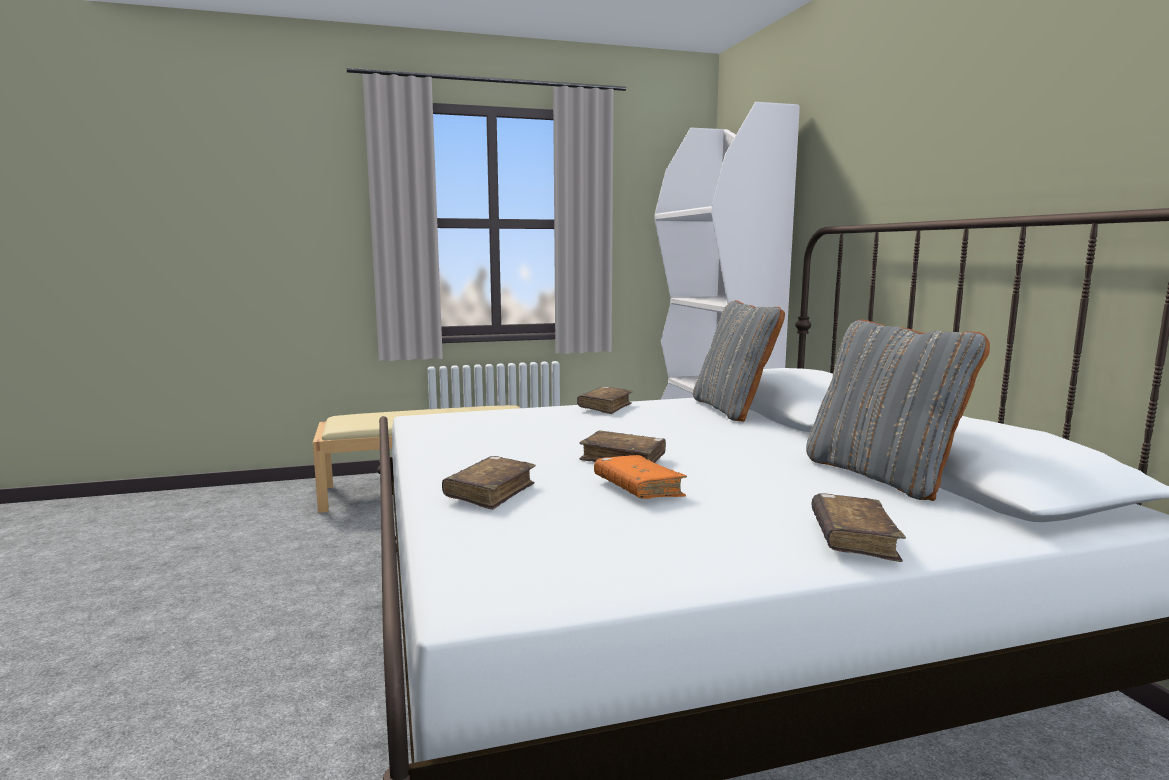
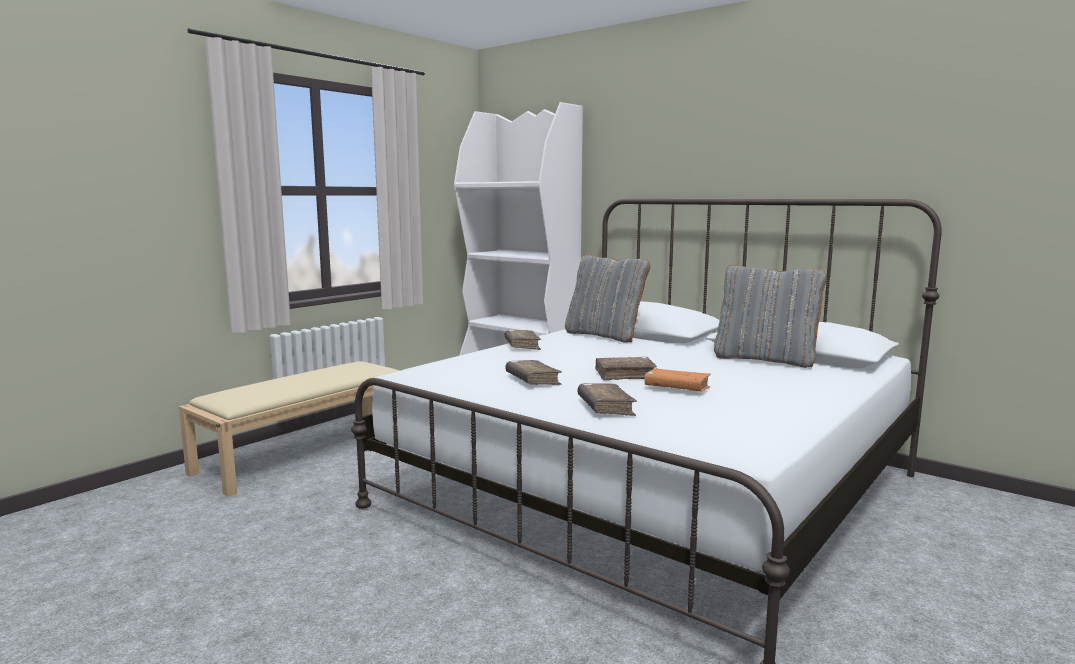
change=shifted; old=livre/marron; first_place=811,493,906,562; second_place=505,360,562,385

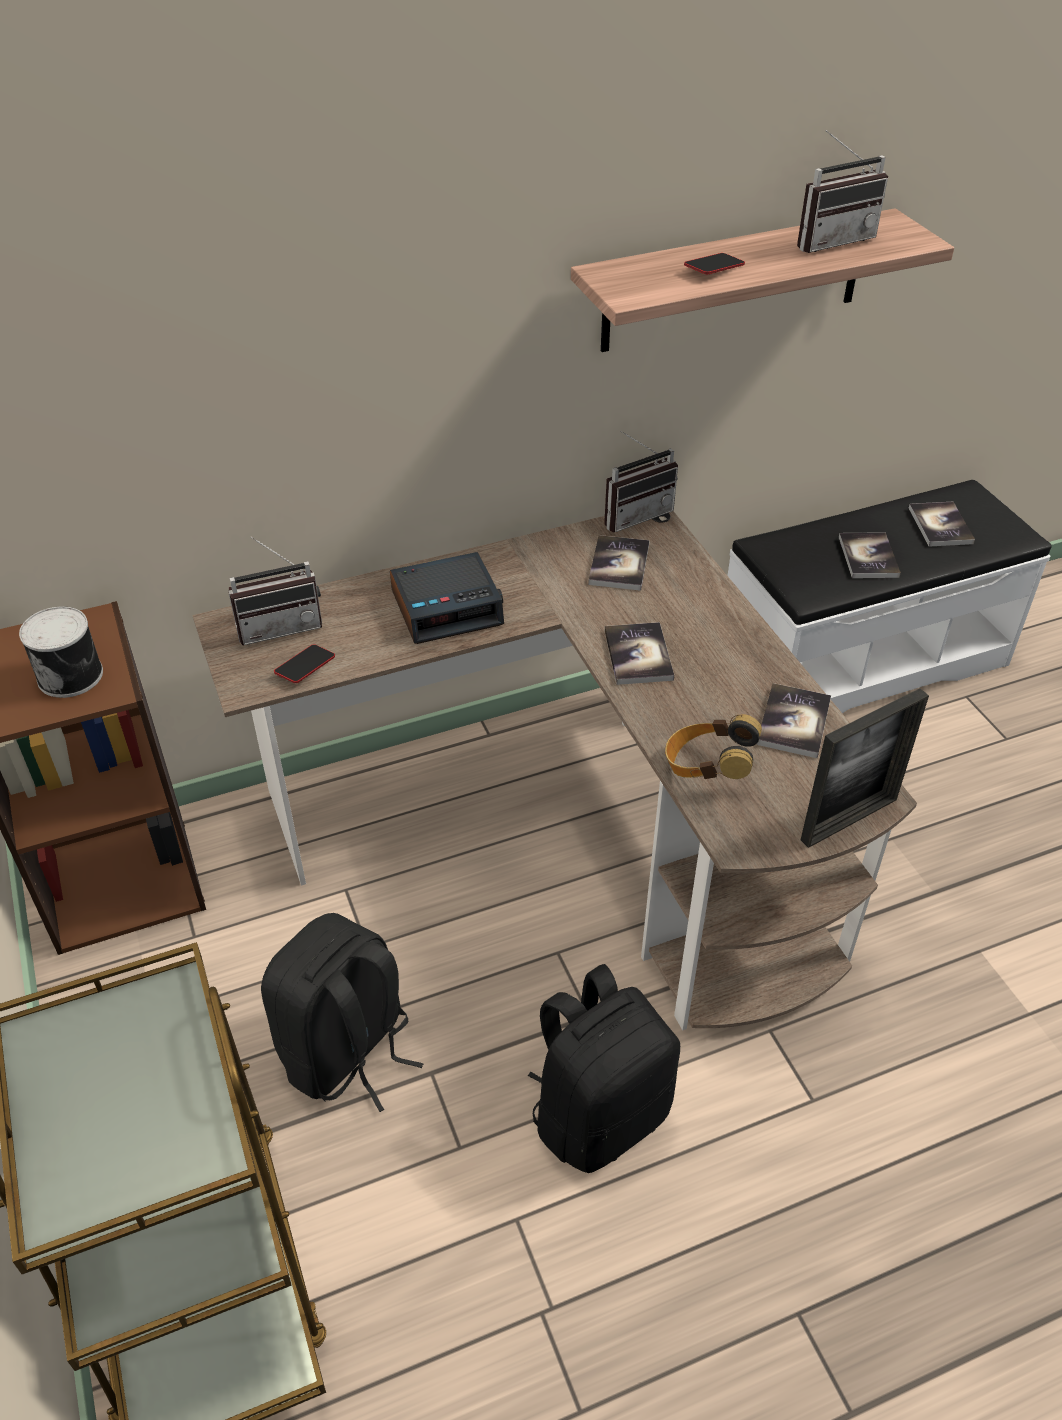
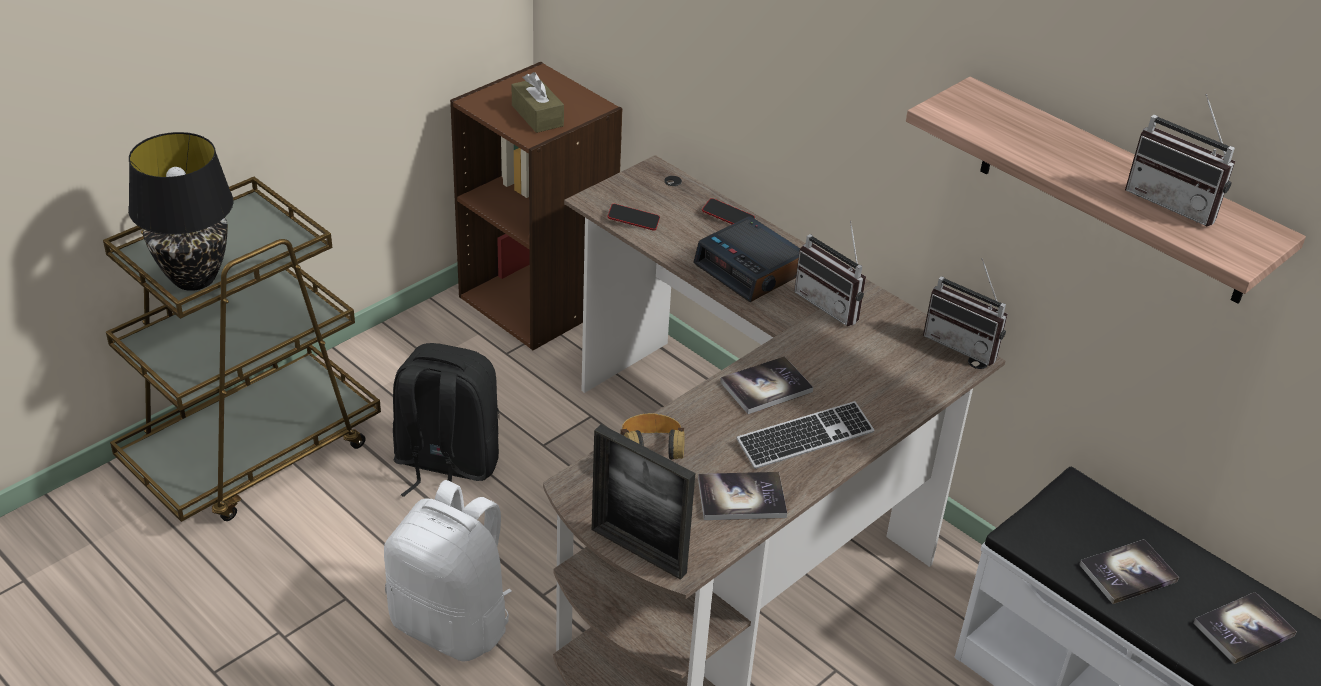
change=swapped; old=boîte métallique; new=boîte à mouchoirs/marron; first_place=19,606,103,698; second_place=512,72,564,133
change=shifted; old=radio; first_place=228,537,322,645; second_place=794,221,866,326
change=repainted; old=sac à dos/noir; new=sac à dos/blanc; first_place=528,964,680,1173; second_place=384,480,512,662
change=gone; old=livre; first_place=588,535,650,591
change=shifted; old=téléphone; first_place=684,253,745,274; second_place=702,198,755,224
change=new; new=lampe de table/noir; second_place=128,132,234,291
change=new; new=clavier; second_place=736,401,875,469

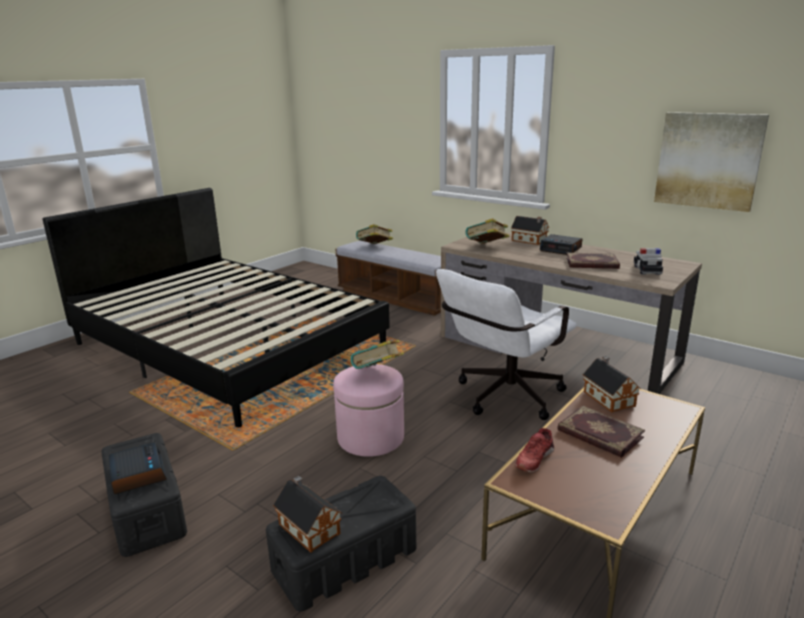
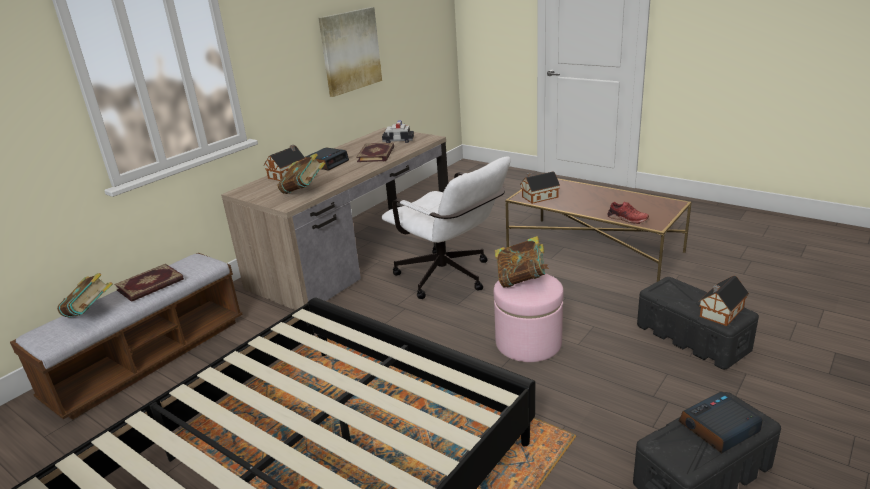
change=shifted; old=livre; first_place=557,406,645,458; second_place=114,264,184,302

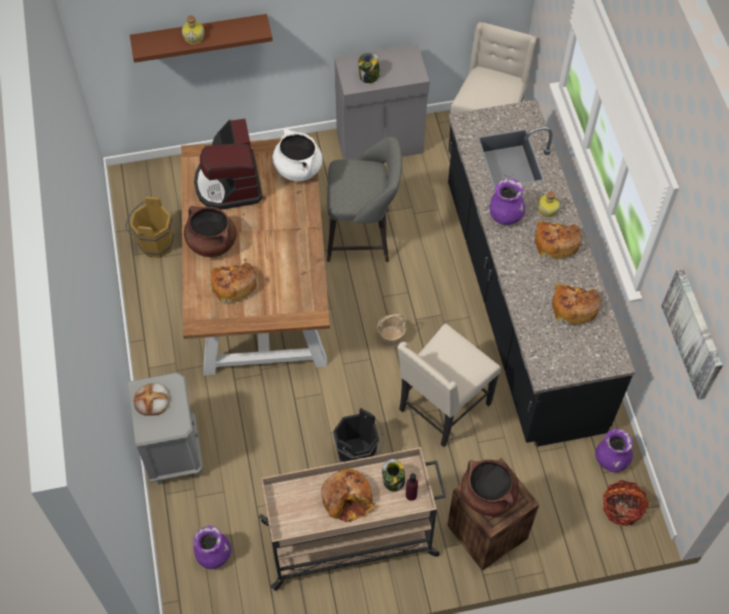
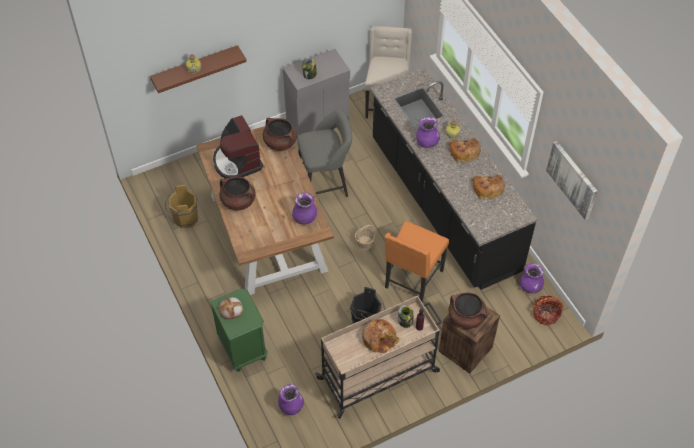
change=repainted; old=table de chevet/gris; new=table de chevet/vert; first_place=128,372,203,485; second_place=210,288,268,372
change=gone; old=pain; first_place=210,263,256,303
change=repainted; old=marmite/blanc; new=marmite/marron; first_place=272,129,323,181; second_place=263,118,297,151
change=repainted; old=chaise/beige; new=chaise/orange; first_place=398,323,501,447; second_place=385,221,449,302
change=new; new=vase/violet; second_place=292,192,317,225

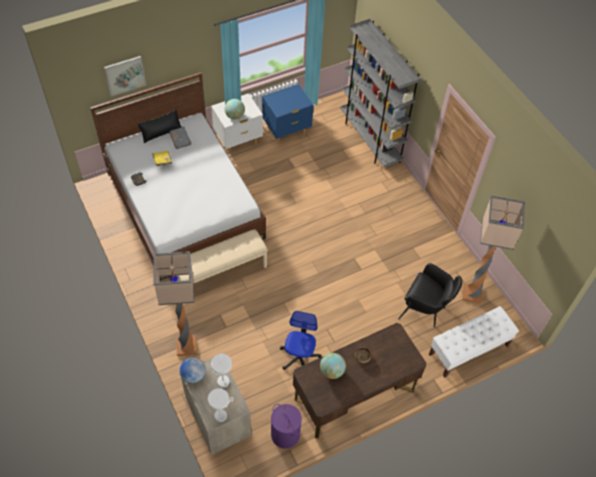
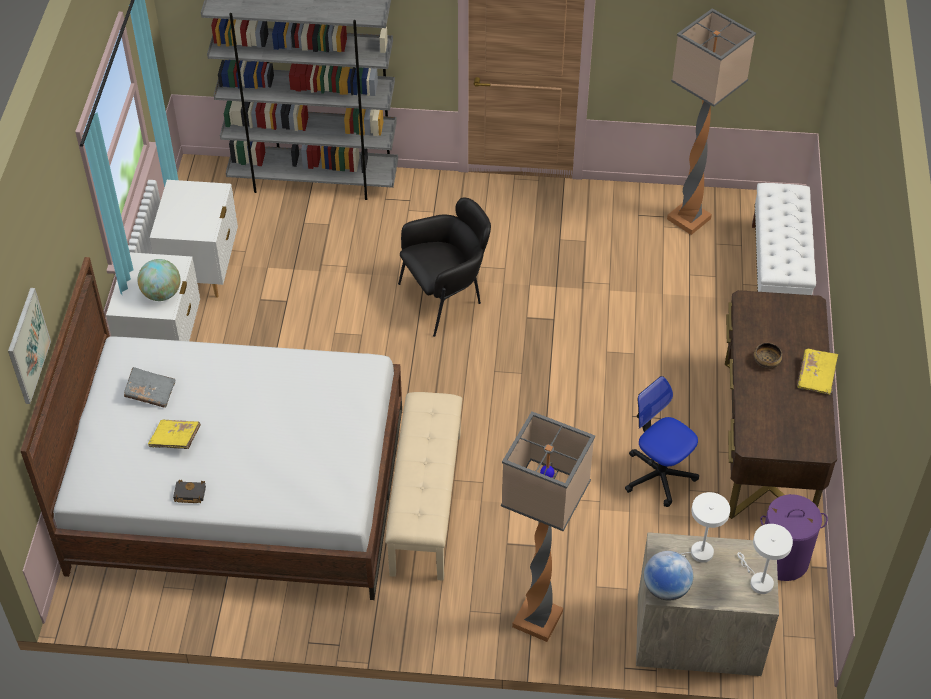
change=gone; old=coussin/noir; first_place=137,110,181,143
change=repainted; old=table de chevet/bleu; new=table de chevet/blanc; first_place=262,84,314,144; second_place=150,180,238,298
change=gone; old=globe; first_place=320,353,346,379
change=shifted; old=fauteuil/noir; first_place=398,263,462,327; second_place=398,197,491,337
change=new; new=livre/jaune; second_place=797,349,838,395

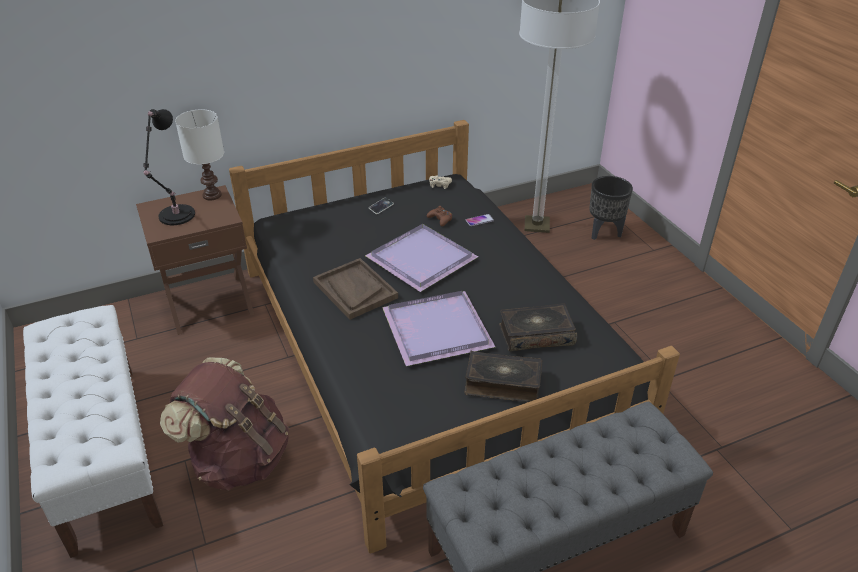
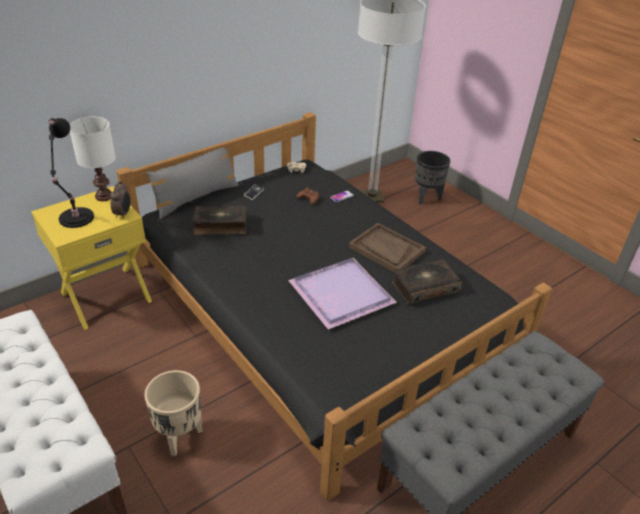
change=repainted; old=table de chevet/marron; new=table de chevet/jaune; first_place=136,185,254,335; second_place=31,186,152,330
change=swapped; old=sac à dos/marron; new=cache-pot/beige; first_place=160,358,289,491; second_place=144,370,202,456
change=shifted; old=plateau/marron; first_place=313,258,398,320; second_place=349,223,426,273
change=gone; old=plateau/violet; first_place=365,224,478,292
change=shifted; old=livre; first_place=464,351,542,402; second_place=192,205,247,235
change=new; new=réveil; second_place=110,182,131,219
change=new; new=coussin/gris; second_place=146,148,239,219

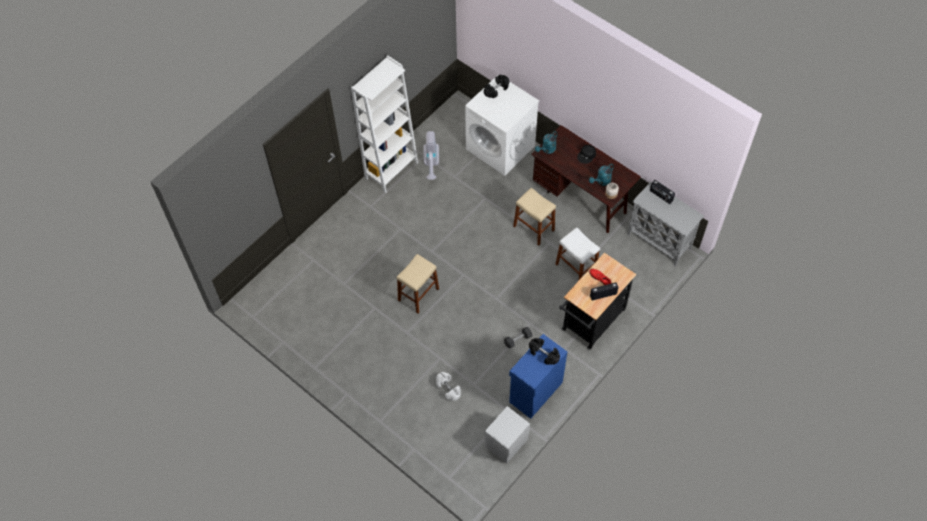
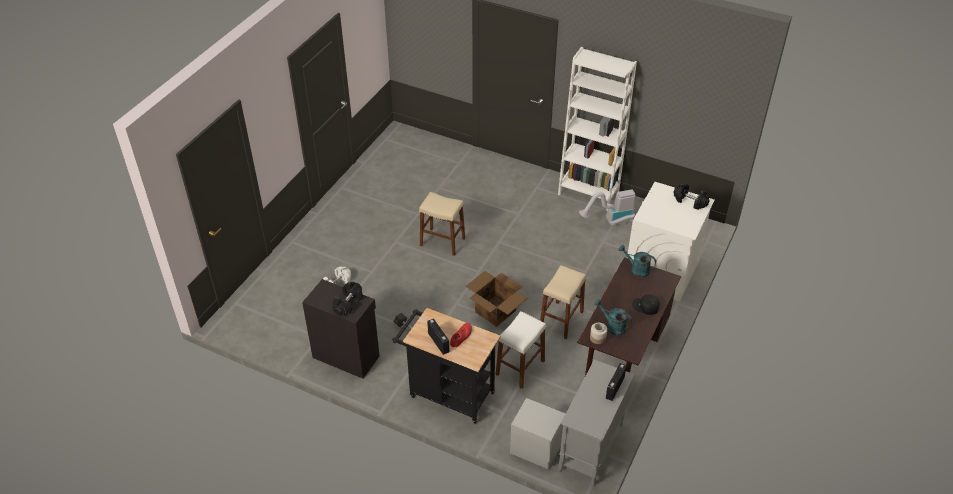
change=shifted; old=table de chevet/gris; first_place=485,406,530,464; second_place=510,398,566,469
change=repainted; old=meuble de rangement/bleu; new=meuble de rangement/noir; first_place=509,334,567,419; second_place=302,279,380,379
change=new; new=carton; second_place=466,271,527,327

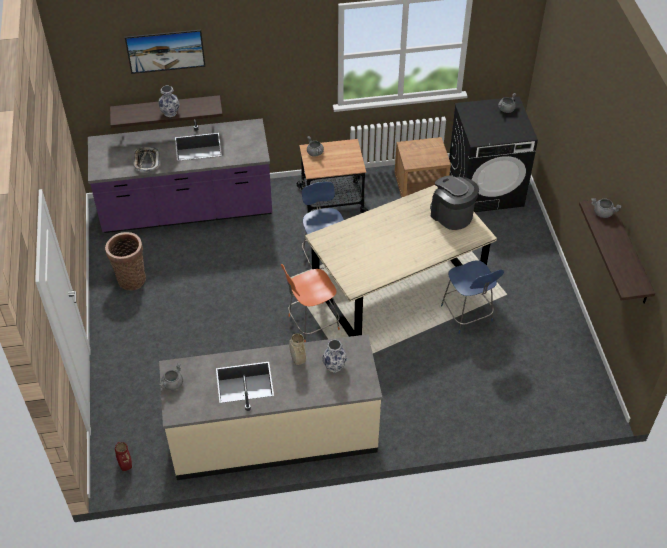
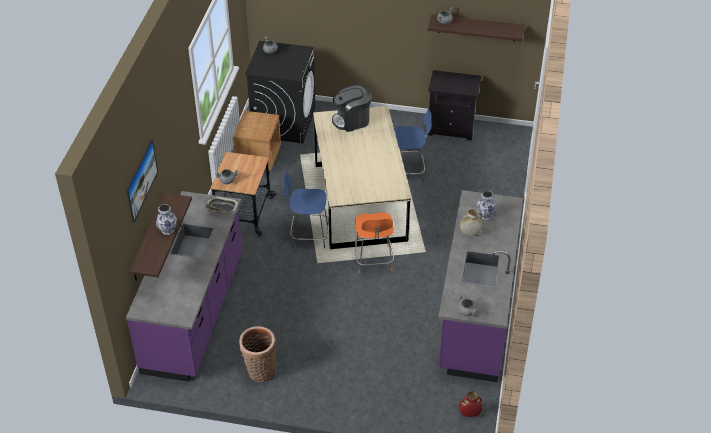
change=shifted; old=plateau; first_place=134,147,160,172; second_place=205,196,238,214
change=repainted; old=comptoir de cuisine/beige; new=comptoir de cuisine/violet; first_place=159,334,382,480; second_place=438,190,523,382
change=new; new=table de chevet/noir; second_place=428,70,481,141

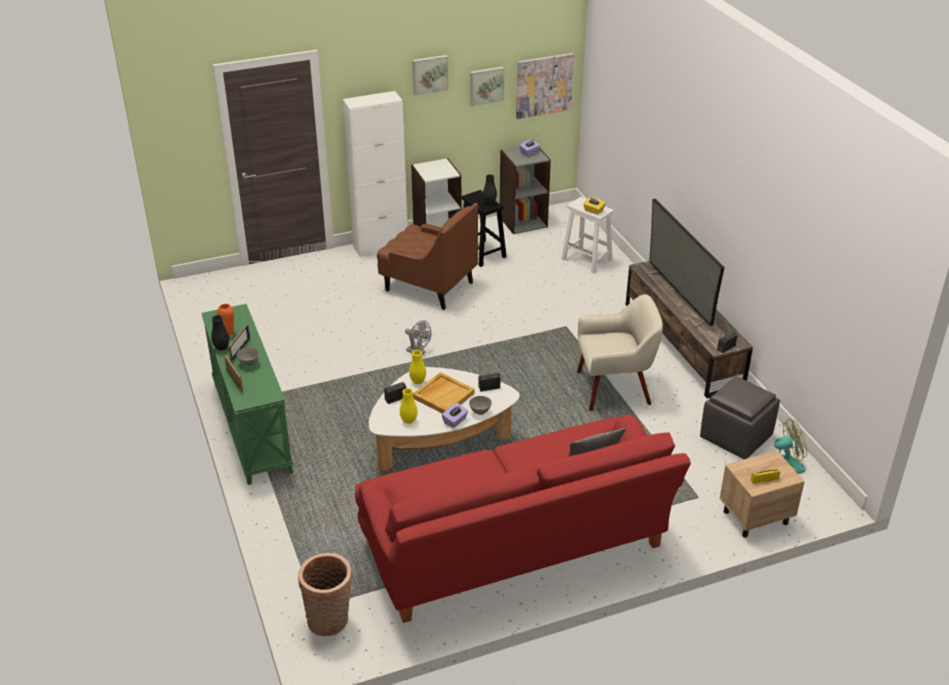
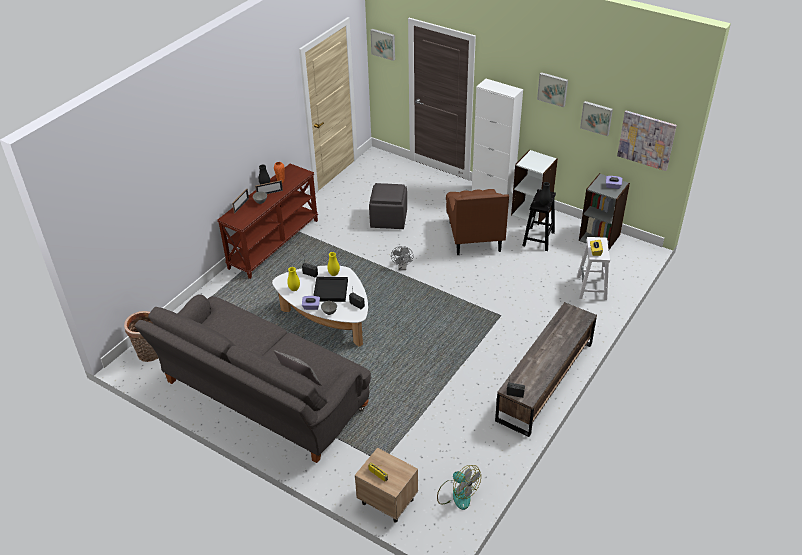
change=repainted; old=table console/vert; new=table console/marron; first_place=201,304,293,485; second_place=217,164,318,279
change=repainted; old=canapé/rouge; new=canapé/gris; first_place=355,414,691,623; second_place=135,294,371,463
change=repainted; old=plateau/beige; new=plateau/noir; first_place=413,372,475,414; second_place=313,277,348,302
change=gone; old=fauteuil/beige; first_place=577,294,663,411
change=gone; old=téléviseur; first_place=645,199,725,327
change=shifted; old=pouf/gris; first_place=700,376,780,459; second_place=369,183,407,229
change=new; new=tableau; second_place=370,29,395,61

